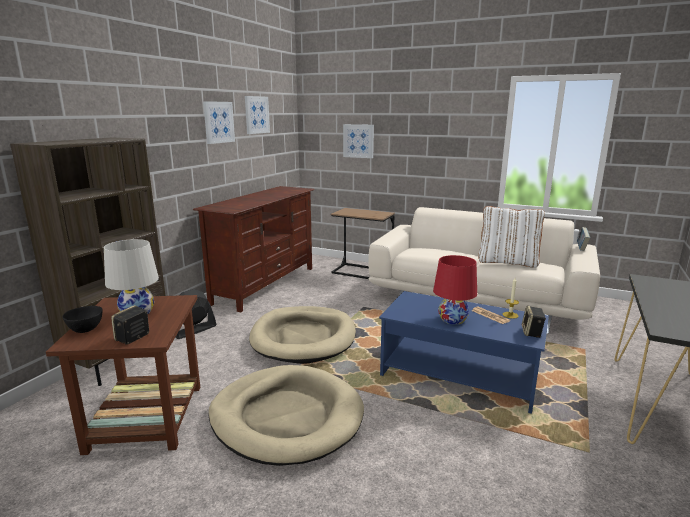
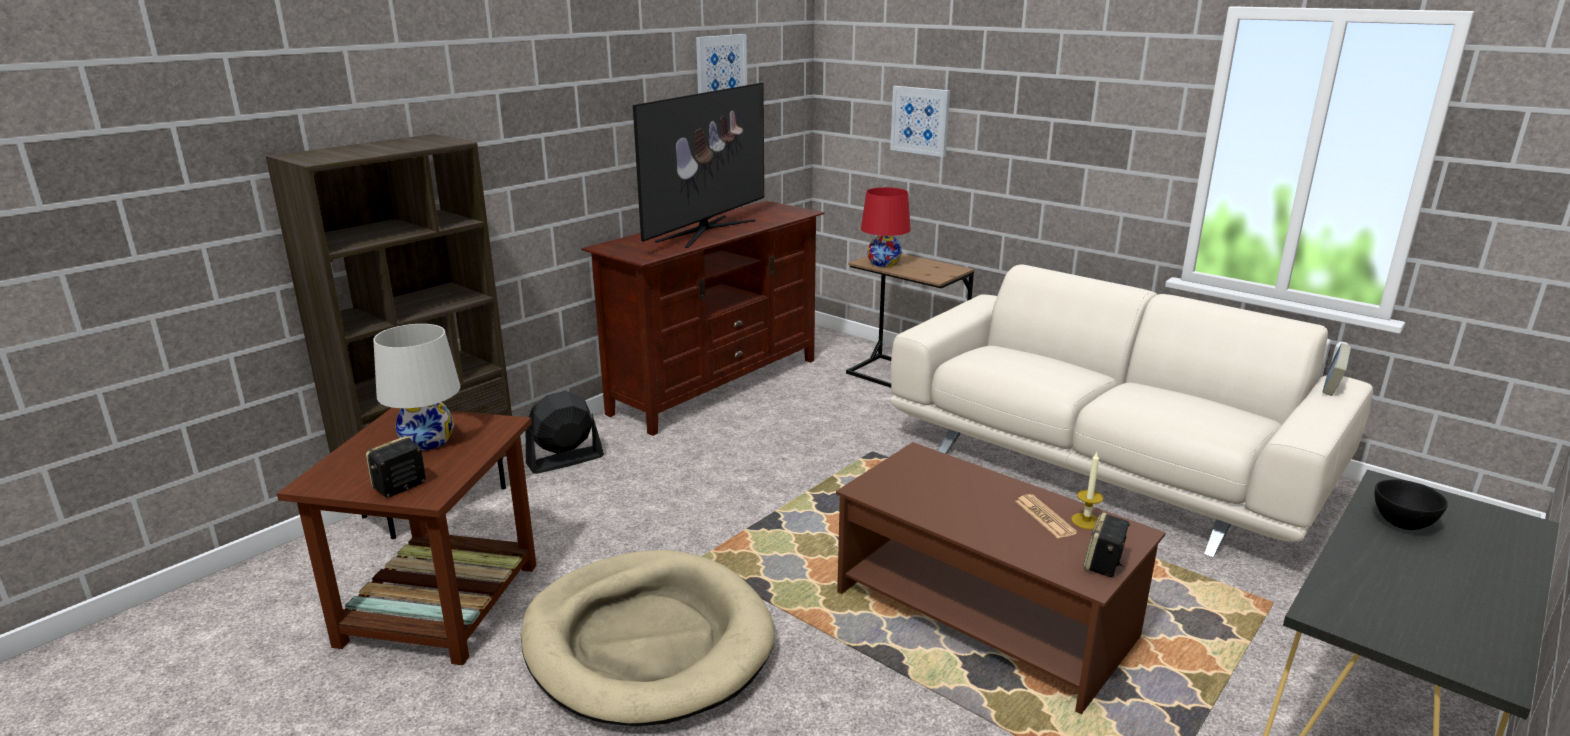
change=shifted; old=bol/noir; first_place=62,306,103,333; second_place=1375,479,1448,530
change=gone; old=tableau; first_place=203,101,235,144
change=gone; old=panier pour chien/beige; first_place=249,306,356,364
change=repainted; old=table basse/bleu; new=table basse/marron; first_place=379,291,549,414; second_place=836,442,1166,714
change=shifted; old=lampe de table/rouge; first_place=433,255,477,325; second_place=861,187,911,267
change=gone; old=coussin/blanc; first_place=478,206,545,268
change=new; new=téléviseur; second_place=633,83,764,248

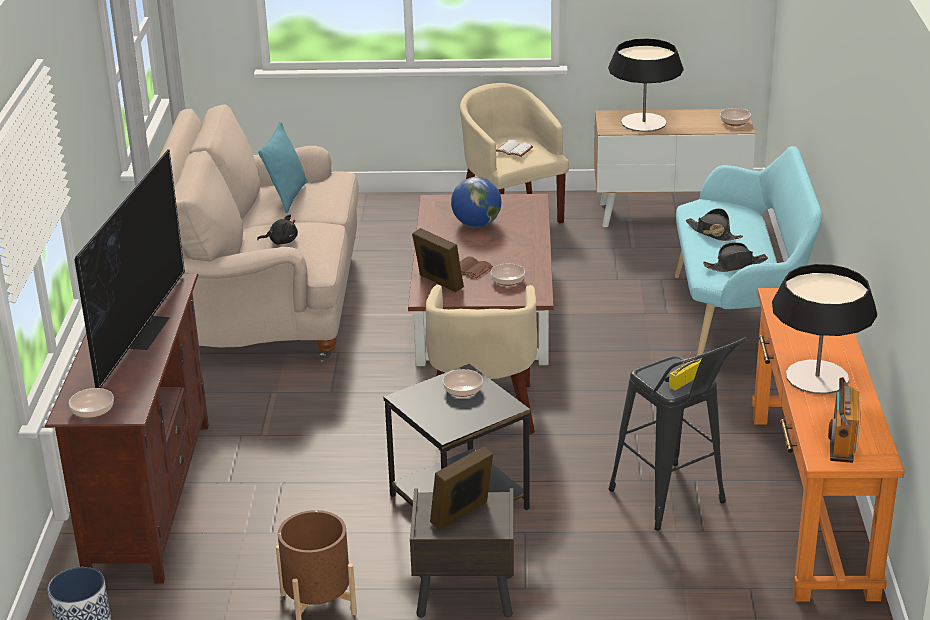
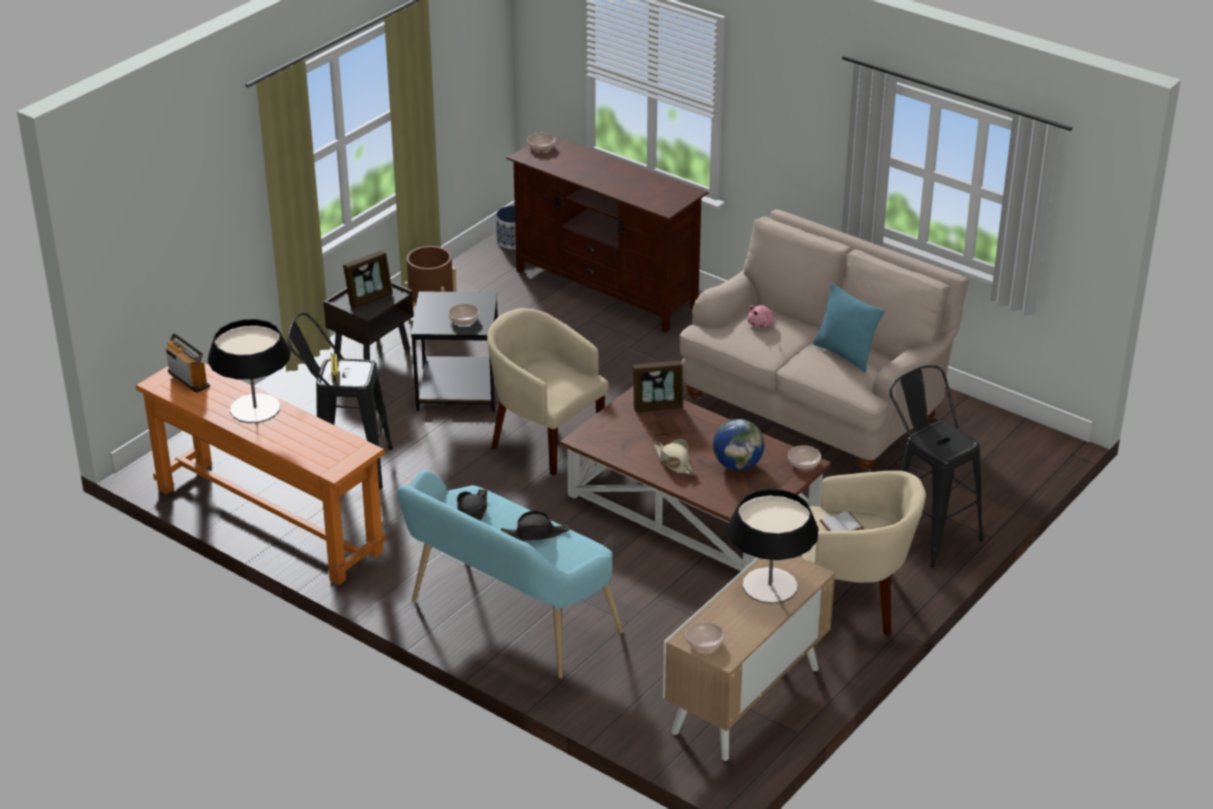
change=gone; old=téléviseur; first_place=75,149,185,388
change=repainted; old=peluche/noir; new=peluche/rose; first_place=257,215,298,245; second_place=747,305,775,328
change=rotated; old=cadre photo; first_place=430,446,493,529; second_place=343,251,393,308; degrees=60
change=shifted; old=bol; first_place=491,264,525,286; second_place=788,445,821,469
change=new; new=chapeau/beige; second_place=654,439,697,474
change=new; new=tabouret/noir; second_place=889,365,984,568

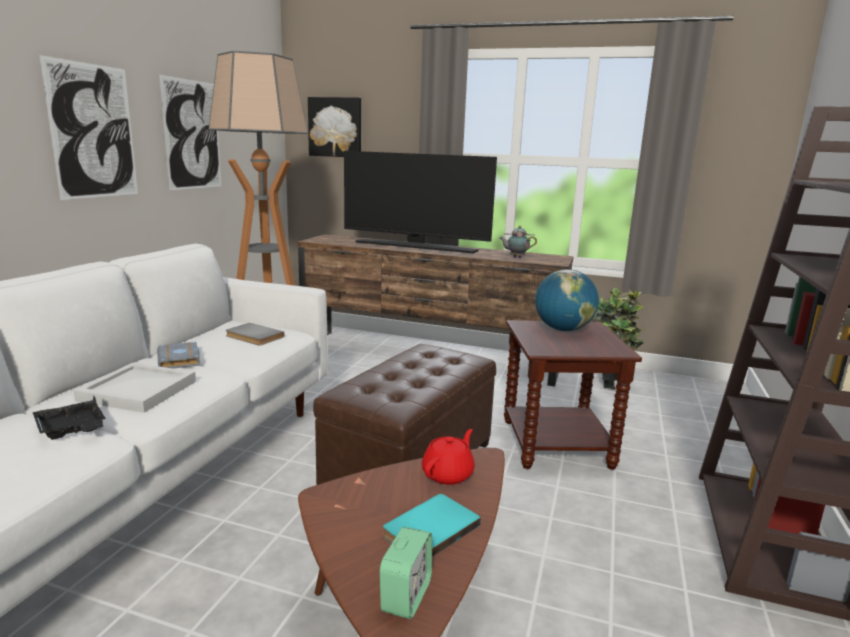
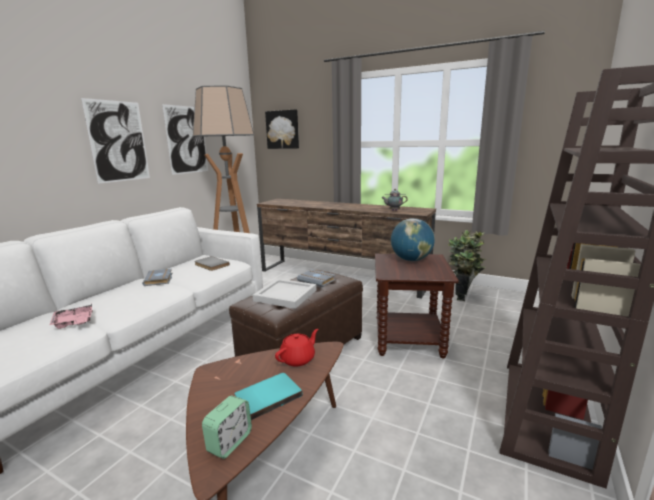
change=repainted; old=plateau/noir; new=plateau/rose; first_place=33,396,106,440; second_place=50,302,93,329
change=shifted; old=plateau/blanc; first_place=73,363,196,413; second_place=253,279,317,309
change=gone; old=téléviseur; first_place=344,151,497,253
change=new; new=livre/gris; second_place=297,269,336,287

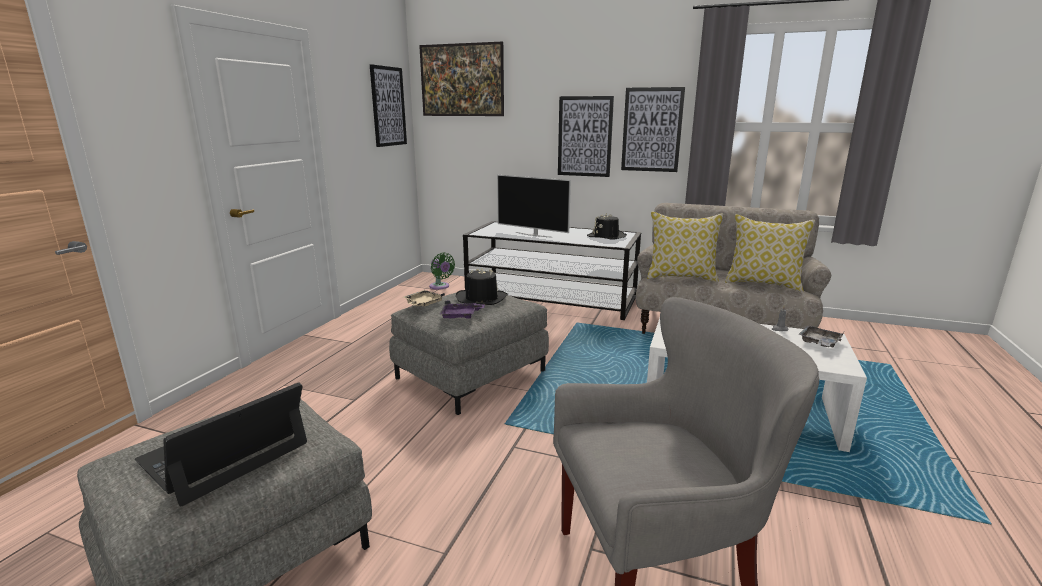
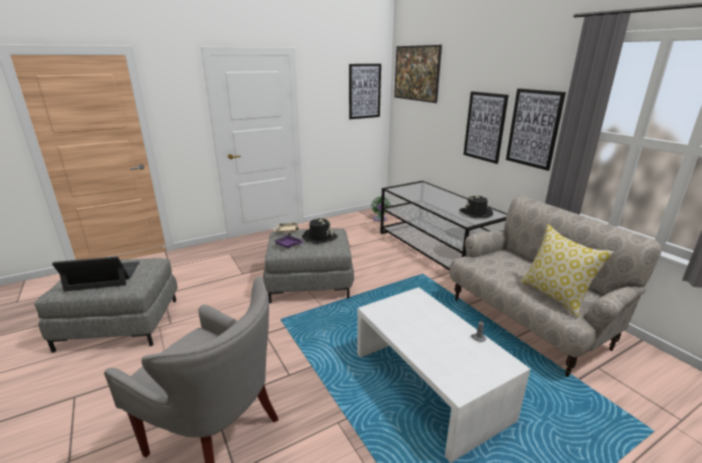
change=gone; old=téléviseur; first_place=497,175,571,238
change=gone; old=coussin; first_place=647,212,723,282
change=gone; old=plateau/gris; first_place=798,325,844,347

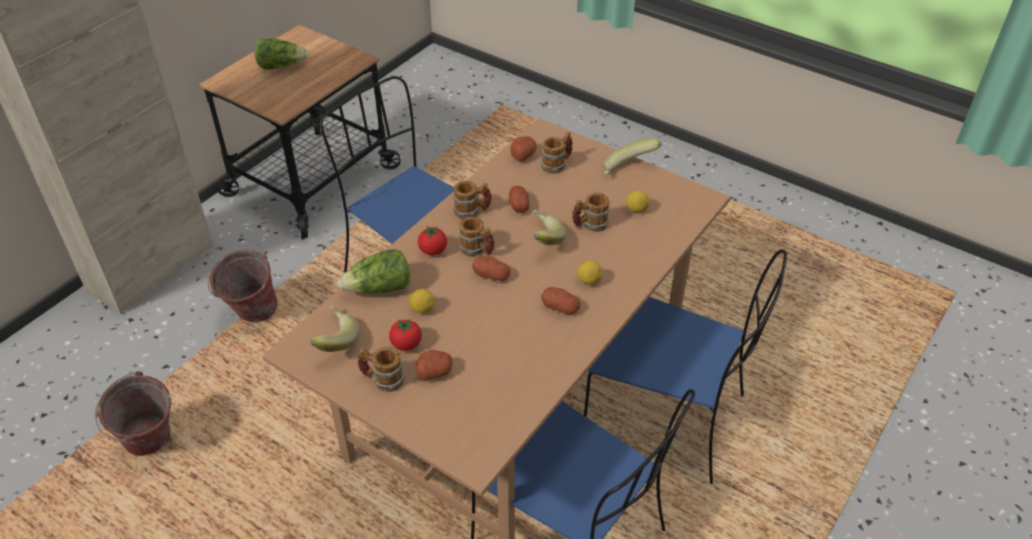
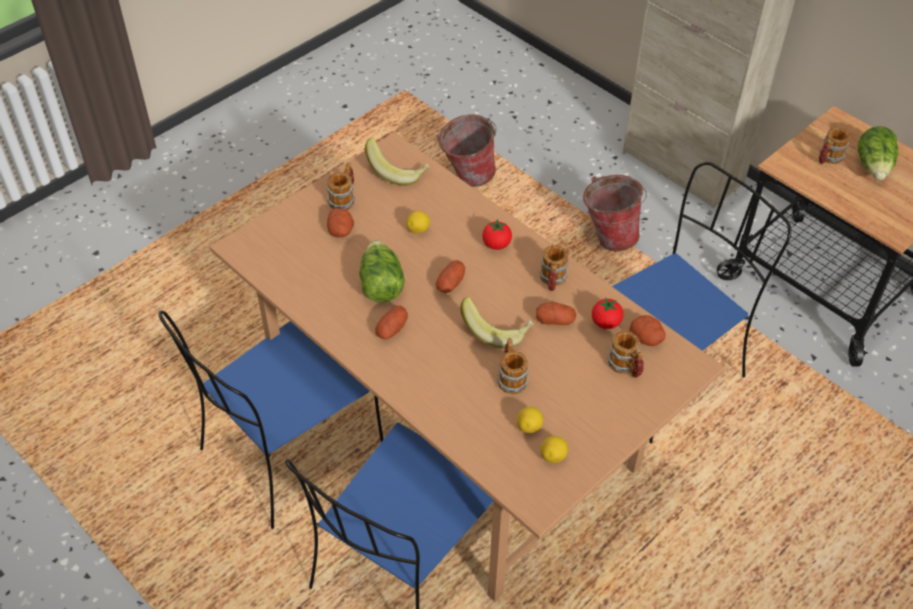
change=shifted; old=laitue; first_place=338,249,410,294; second_place=359,240,405,303
change=shifted; old=tomate; first_place=389,319,422,351; second_place=592,297,623,329
change=shifted; old=mug; first_place=459,217,494,256; second_place=819,127,850,164
change=shifted; old=citron; first_place=576,261,602,285; second_place=541,436,568,463
change=gone; old=banane; first_place=604,138,661,175

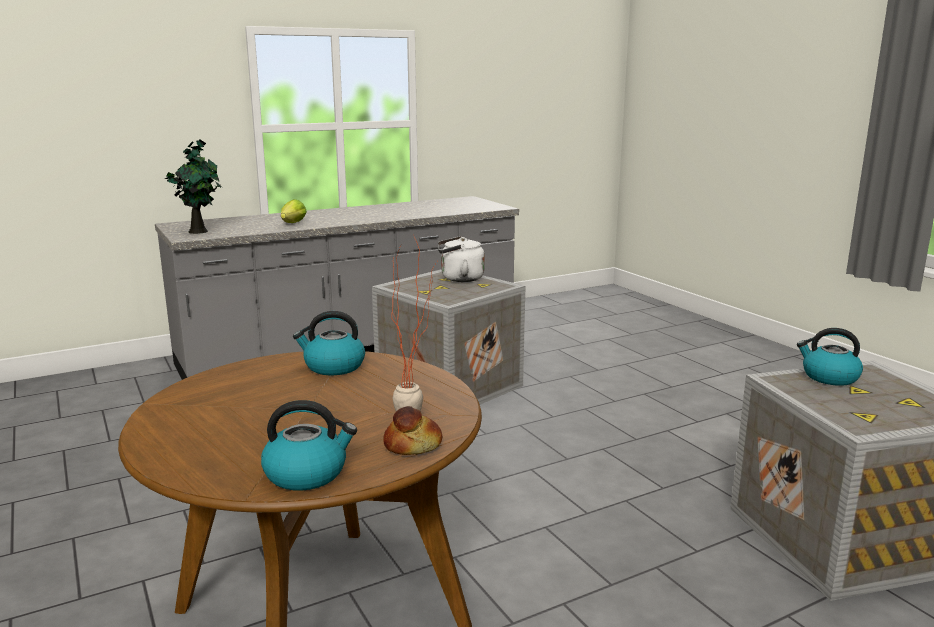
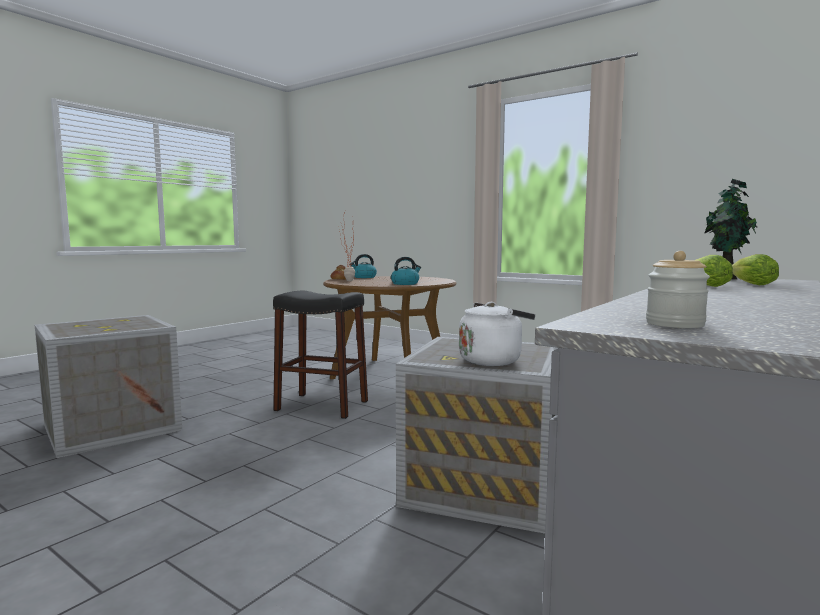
change=gone; old=bouilloire; first_place=797,328,863,386
change=new; new=tabouret/noir; second_place=273,291,368,419
change=new; new=bocal; second_place=646,251,710,328
change=new; new=laitue; second_place=732,254,779,285

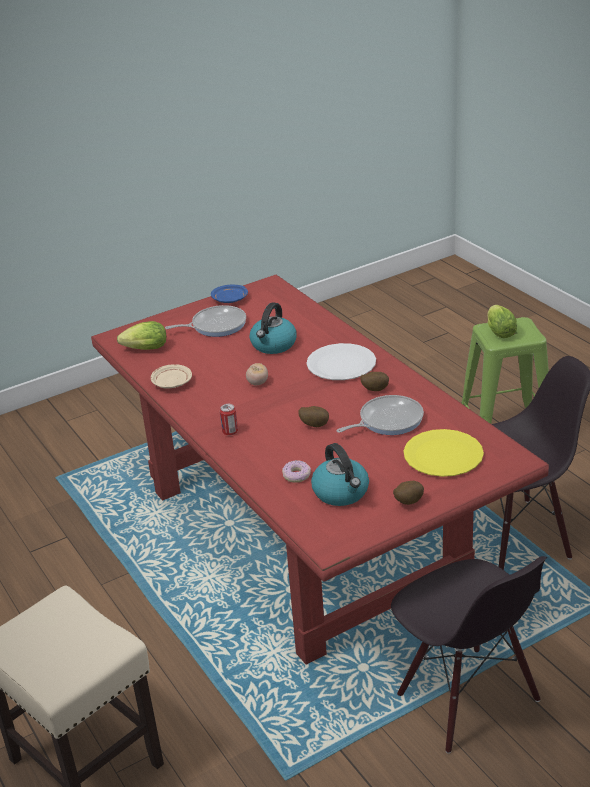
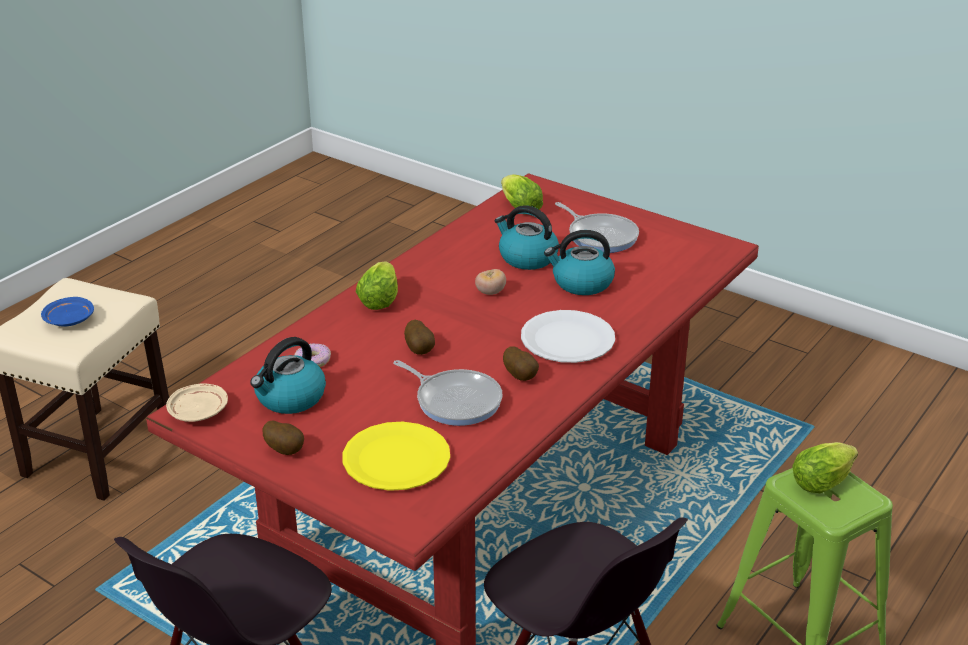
change=shifted; old=assiette/beige; first_place=151,364,192,389; second_place=166,383,228,422
change=shifted; old=assiette/bleu; first_place=211,285,248,303; second_place=41,297,94,327
change=swapped; old=boîte métallique; new=laitue; first_place=220,404,238,435; second_place=356,262,398,310
change=new; new=bouilloire; second_place=494,205,559,270

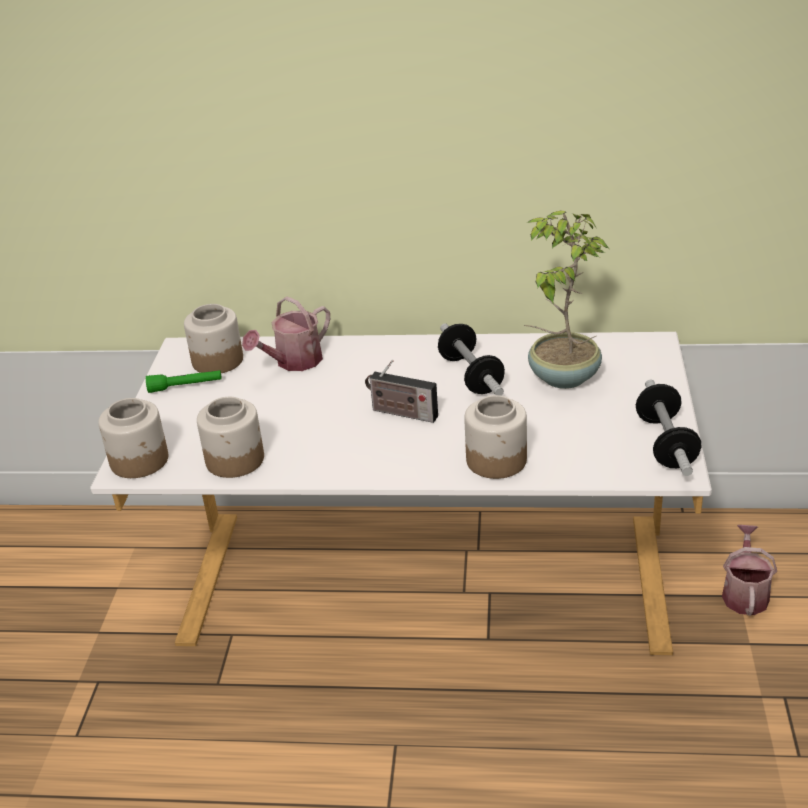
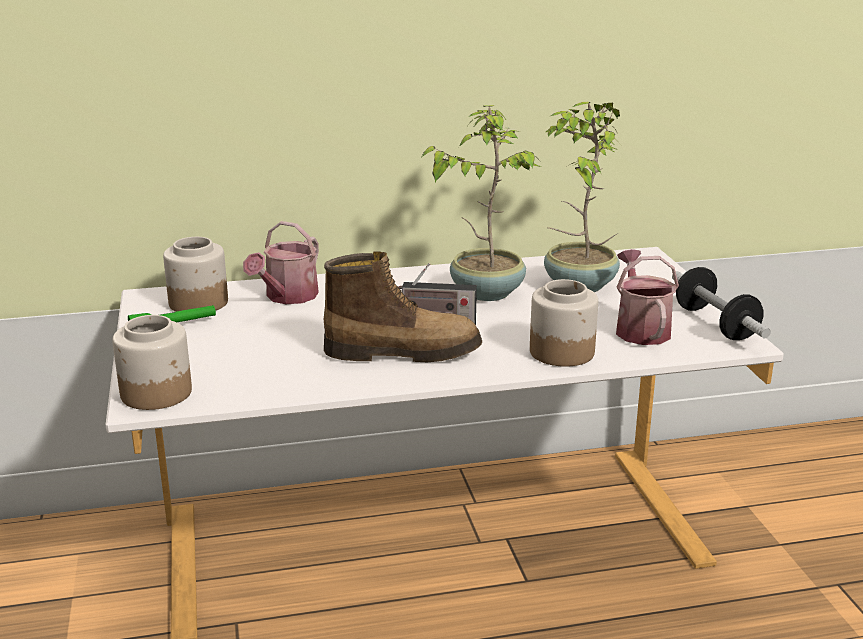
change=gone; old=bocal; first_place=197,397,264,478
change=swapped; old=haltère; new=plante en pot; first_place=438,323,505,396; second_place=422,105,541,301
change=shifted; old=arrosoir; first_place=722,525,777,616; second_place=616,249,679,345
change=new; new=botte; second_place=323,252,482,362

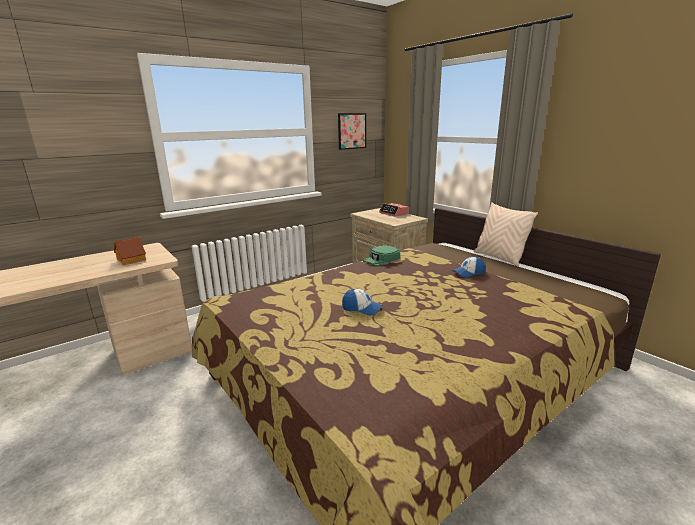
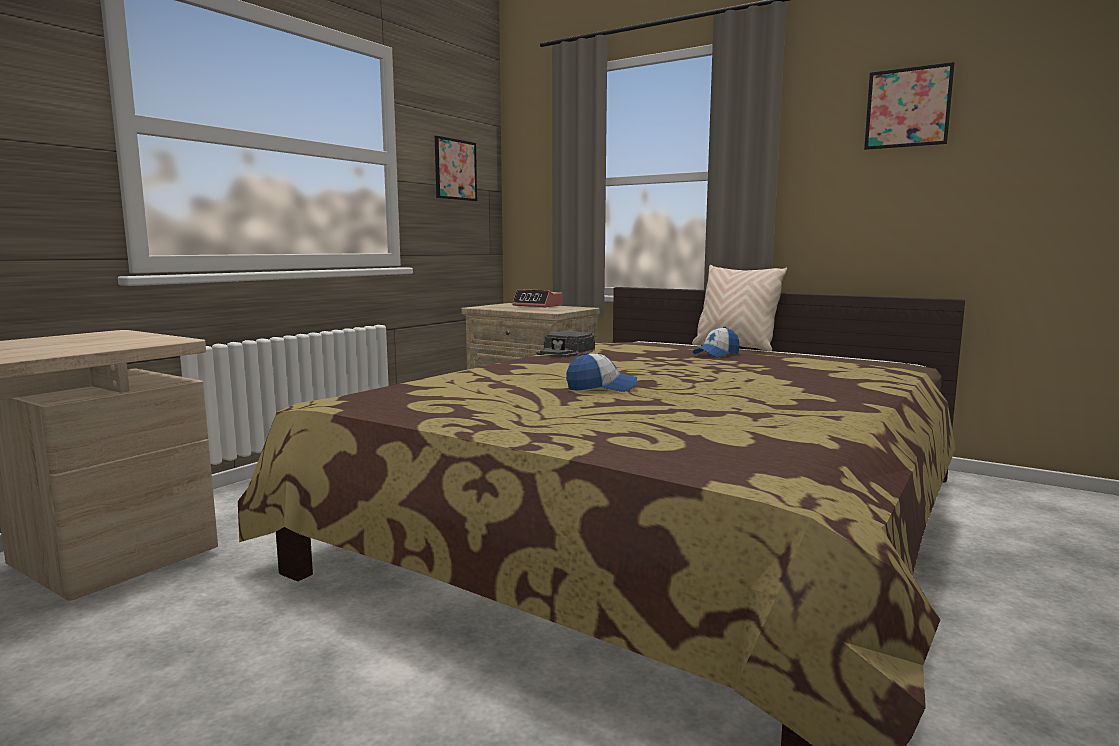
change=gone; old=maison miniature; first_place=114,237,146,265
change=repainted; old=casquette/vert; new=casquette/noir; first_place=363,245,400,266; second_place=537,331,595,357
change=new; new=tableau; second_place=864,62,954,150

